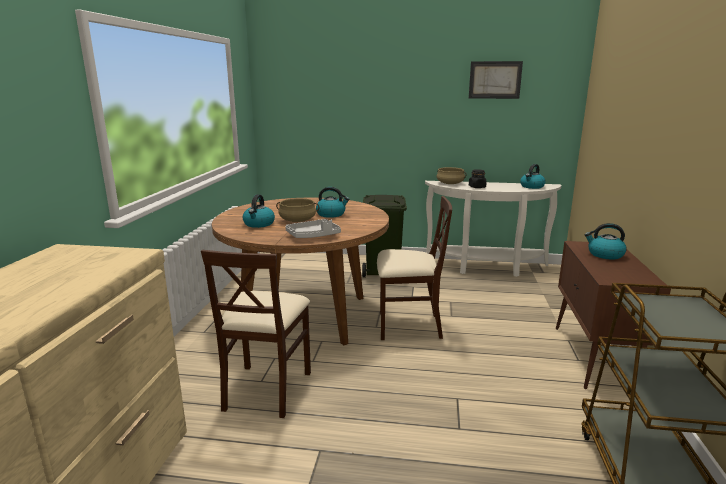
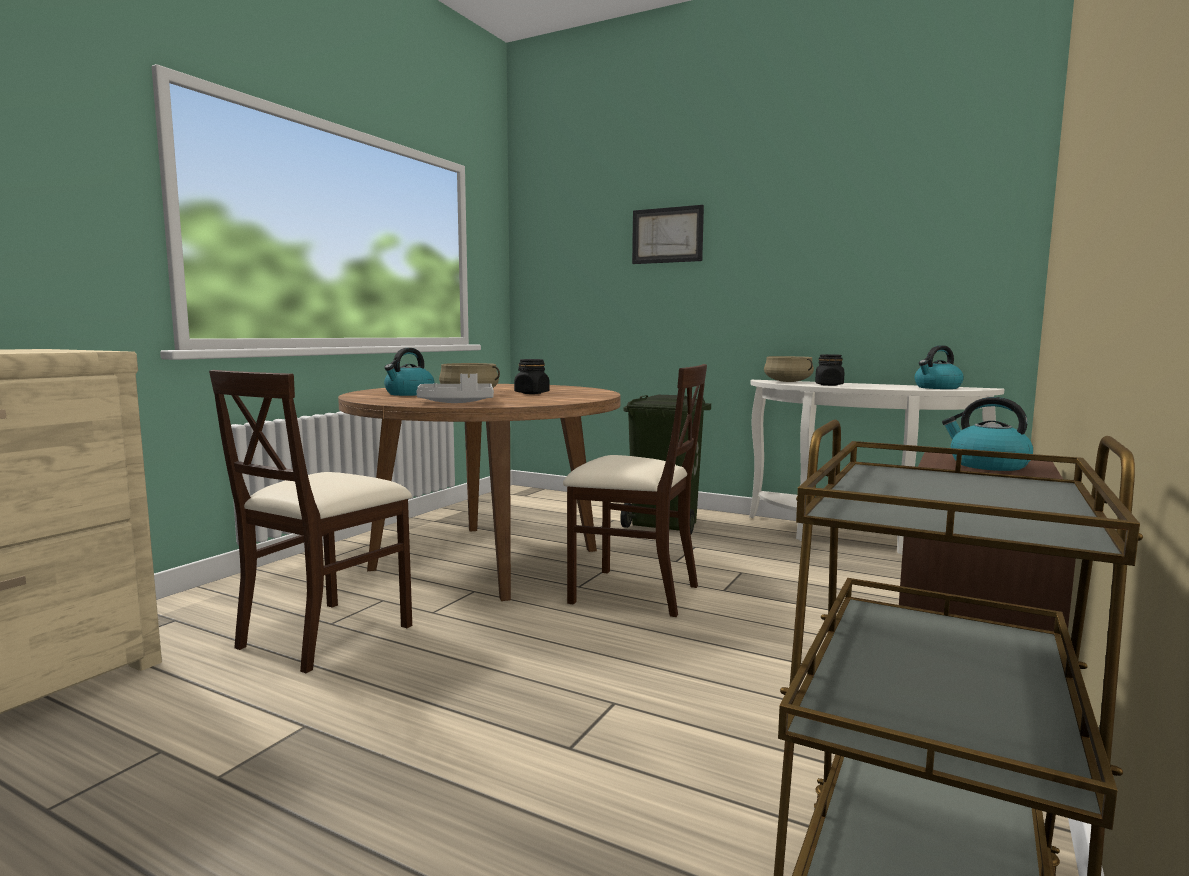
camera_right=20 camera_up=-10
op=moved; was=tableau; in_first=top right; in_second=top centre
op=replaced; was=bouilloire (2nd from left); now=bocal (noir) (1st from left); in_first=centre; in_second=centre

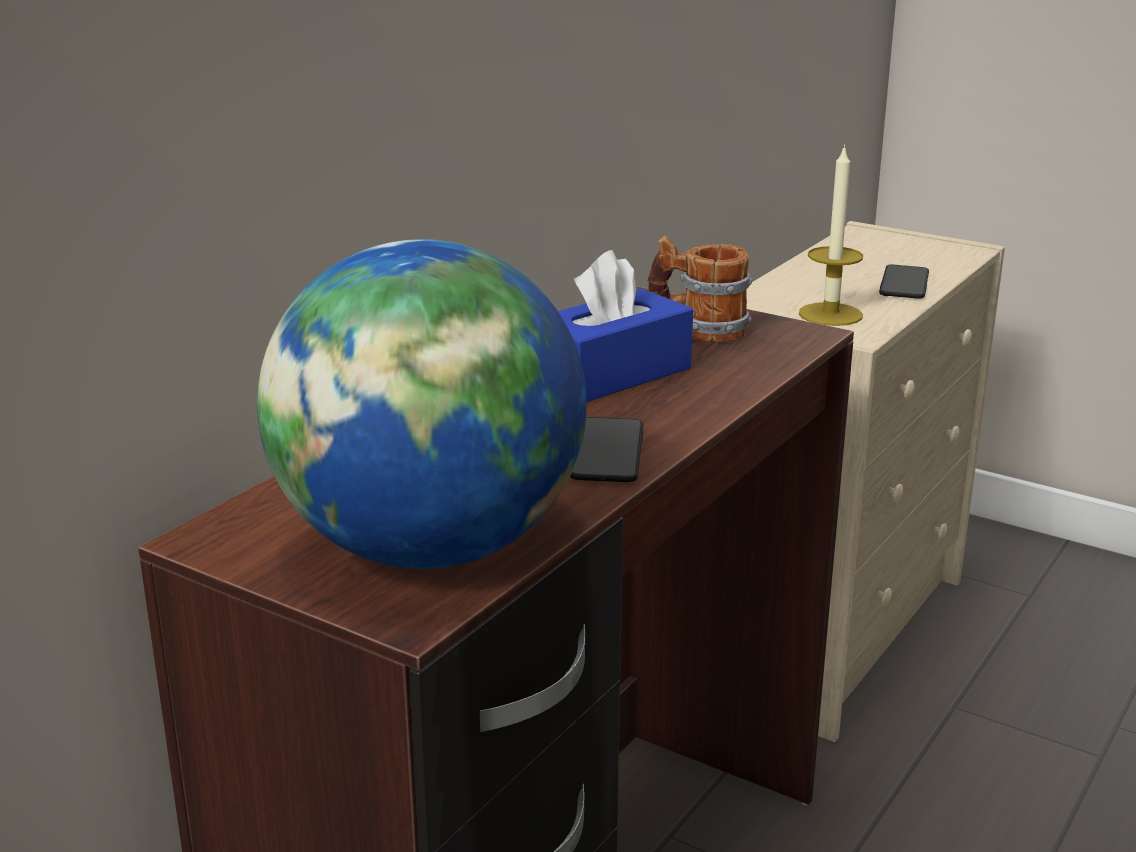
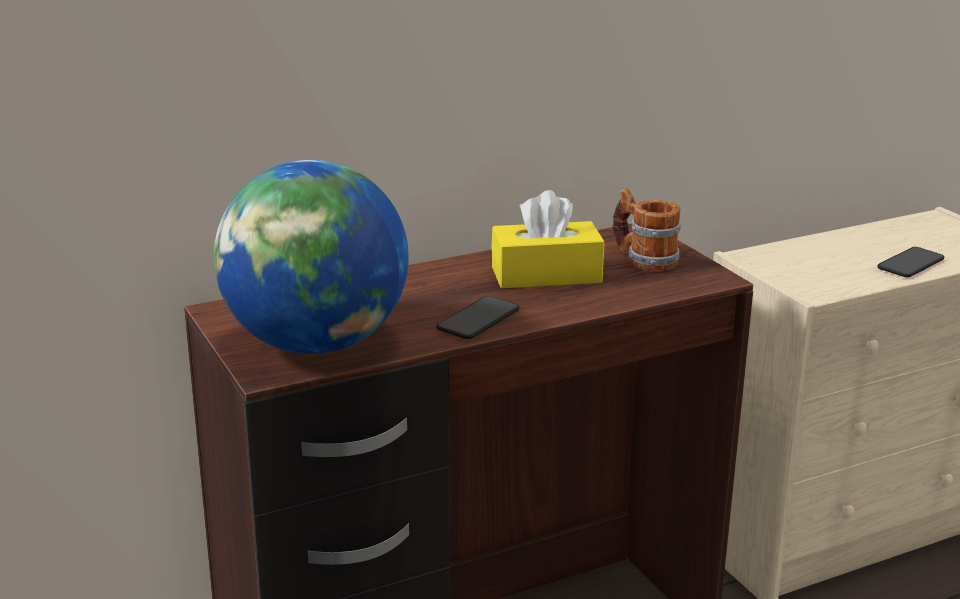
camera_right=30 camera_up=0
op=removed; was=bougie; in_first=top right
op=recoloured; was=boîte à mouchoirs (bleu); now=boîte à mouchoirs (jaune); in_first=centre; in_second=centre

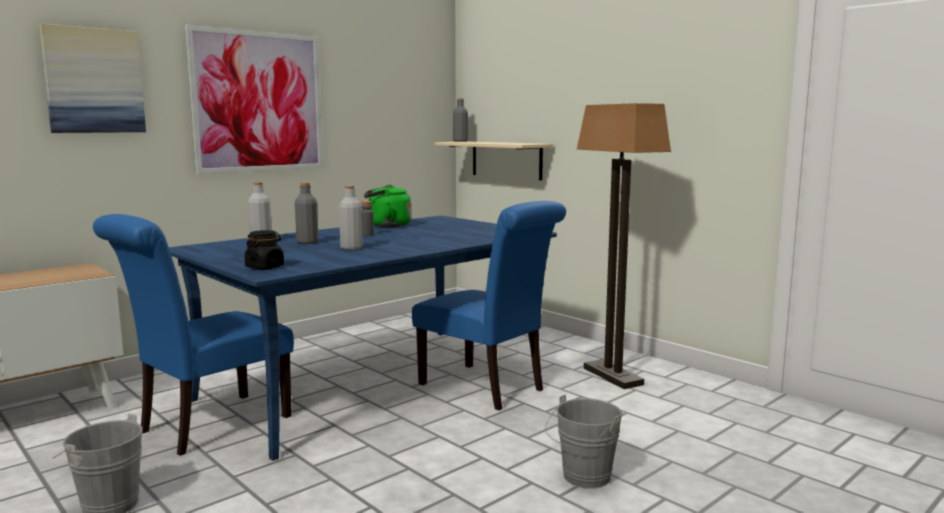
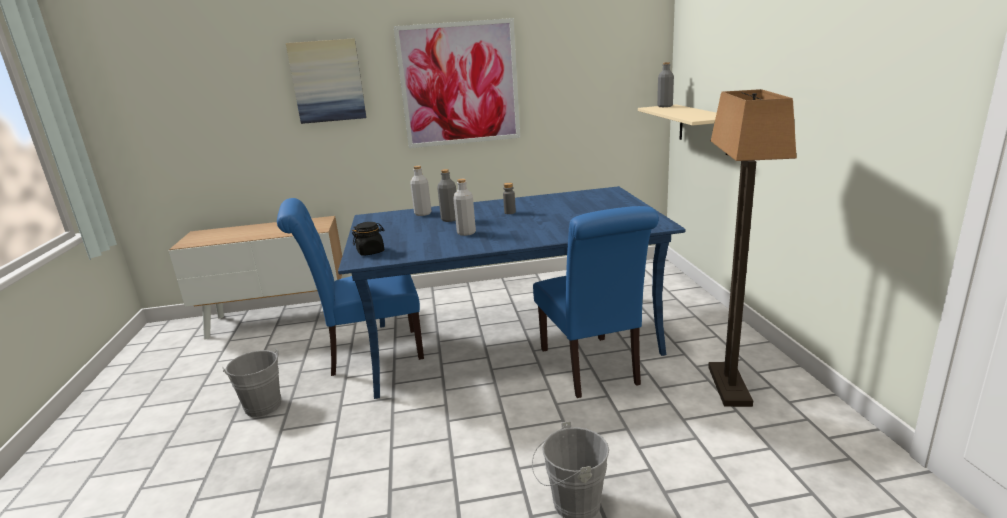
camera_right=35 camera_up=10
op=removed; was=bouilloire (vert); in_first=centre

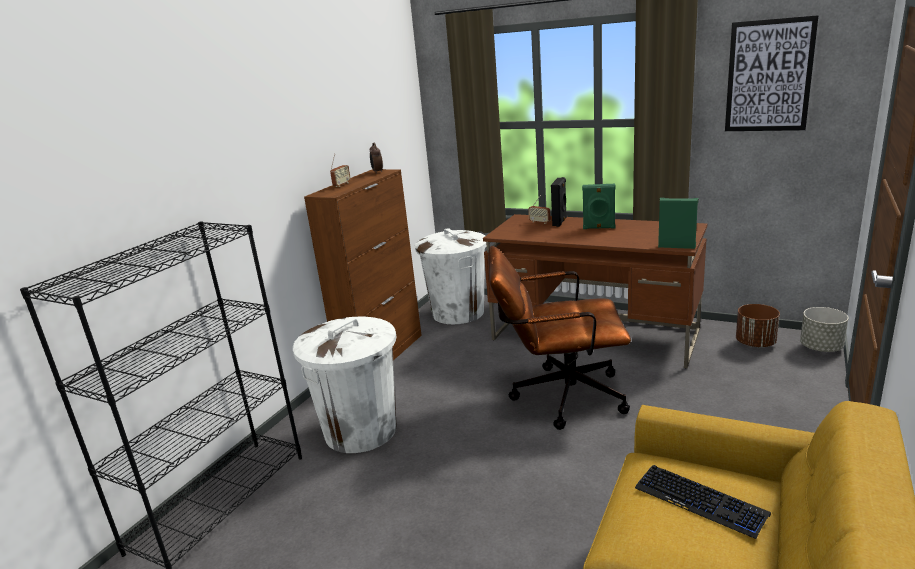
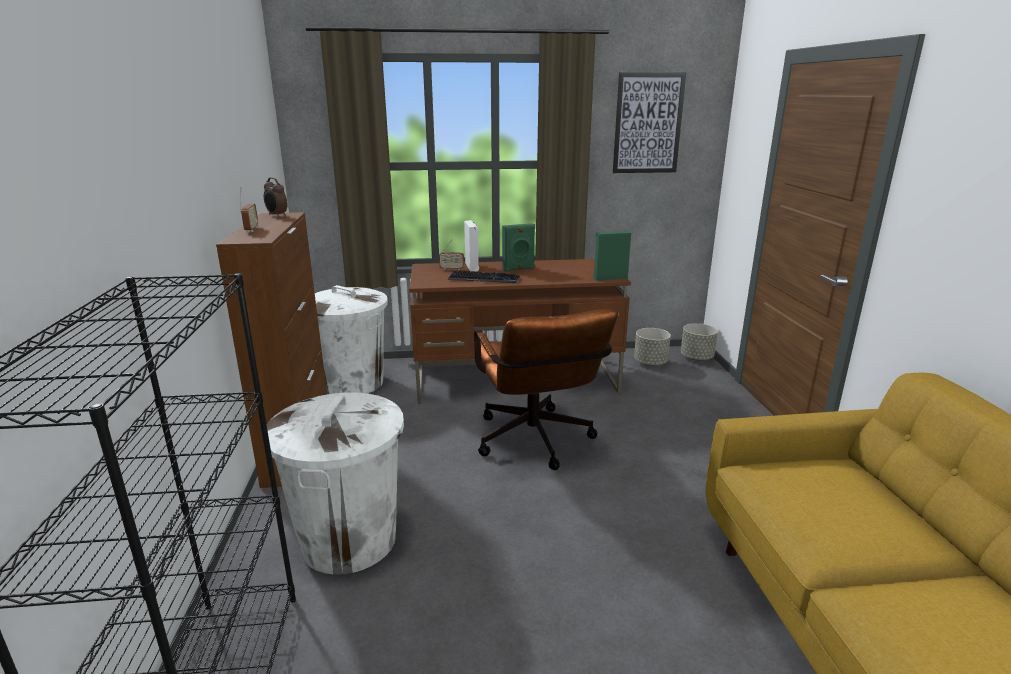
camera_right=-35 camera_up=0
op=recoloured; was=enceinte (noir); now=enceinte (blanc); in_first=centre; in_second=centre
op=turned; was=chaise de bureau (marron); in_first=centre; in_second=centre; clockwise=-75
op=recoloured; was=cache-pot (marron); now=cache-pot (gris) (1st from left); in_first=middle right; in_second=centre
op=moved; was=clavier; in_first=bottom right; in_second=centre

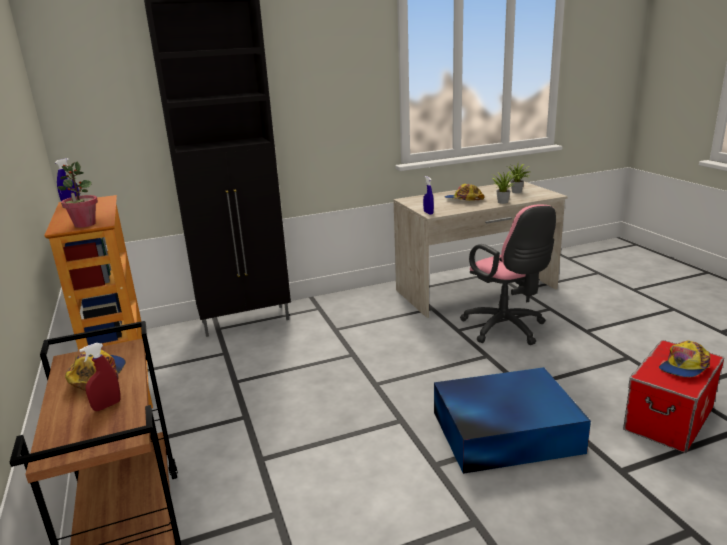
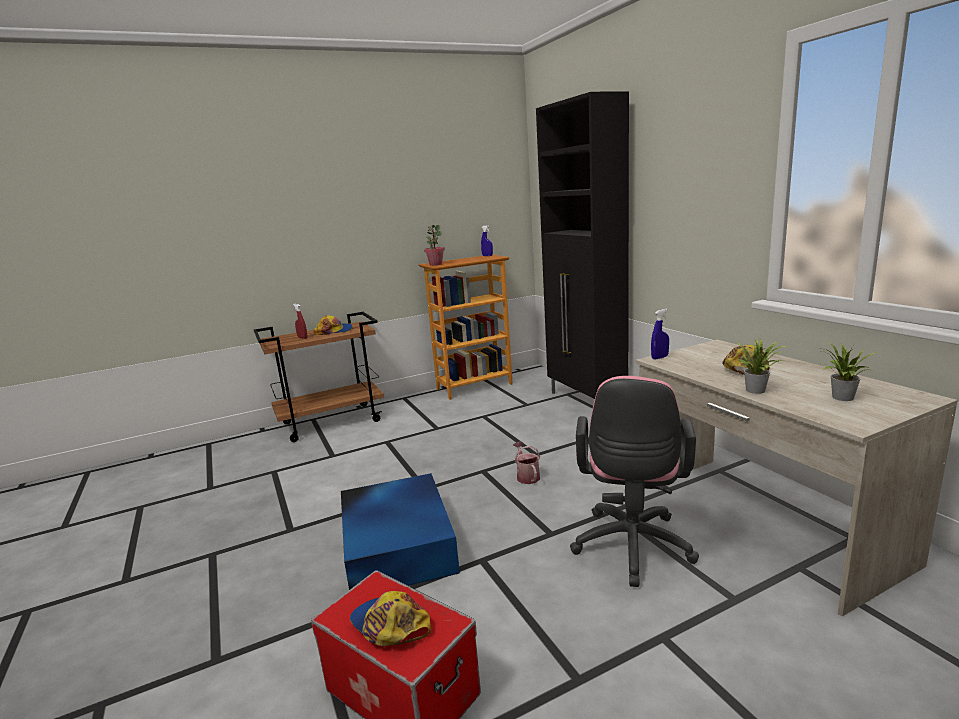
camera_right=85 camera_up=-5
op=turned; was=chaise de bureau (rose); in_first=middle right; in_second=bottom centre; clockwise=-45
op=added; now=arrosoir; in_second=centre

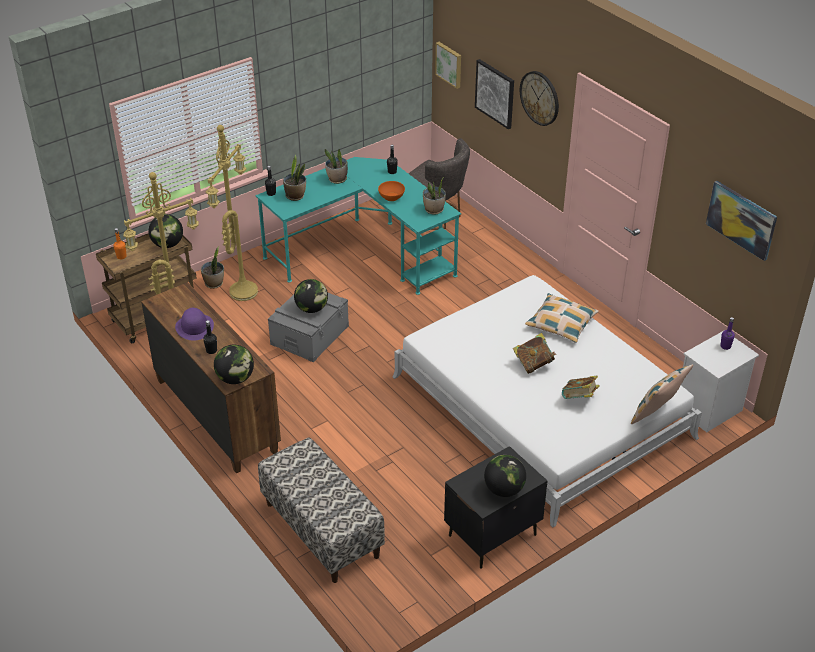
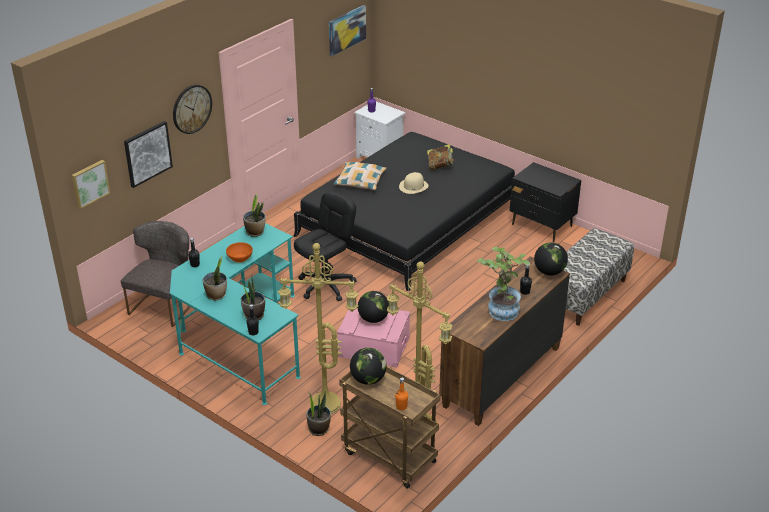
camera_right=-105 camera_up=-5
op=recoloured; was=lit (blanc); now=lit (noir); in_first=middle right; in_second=centre
op=recoloured; was=boîte de rangement (gris); now=boîte de rangement (rose); in_first=centre; in_second=centre
op=replaced; was=chapeau (violet); now=plante en pot (5th from left); in_first=middle left; in_second=centre
op=replaced; was=livre (1st from left); now=chapeau (beige); in_first=centre; in_second=centre
op=removed; was=coussin (2nd from left); in_first=middle right
op=removed; was=globe (4th from left); in_first=bottom centre
op=added; now=chaise de bureau (noir); in_second=centre

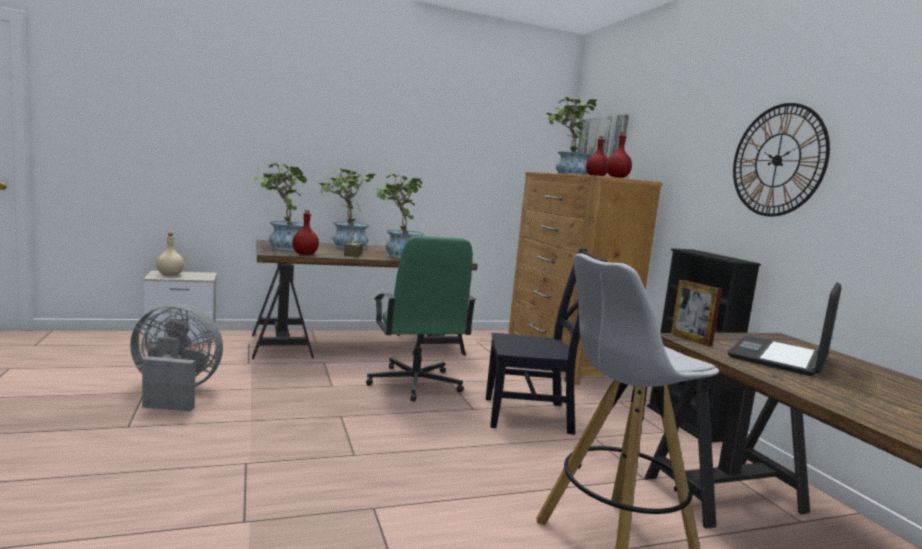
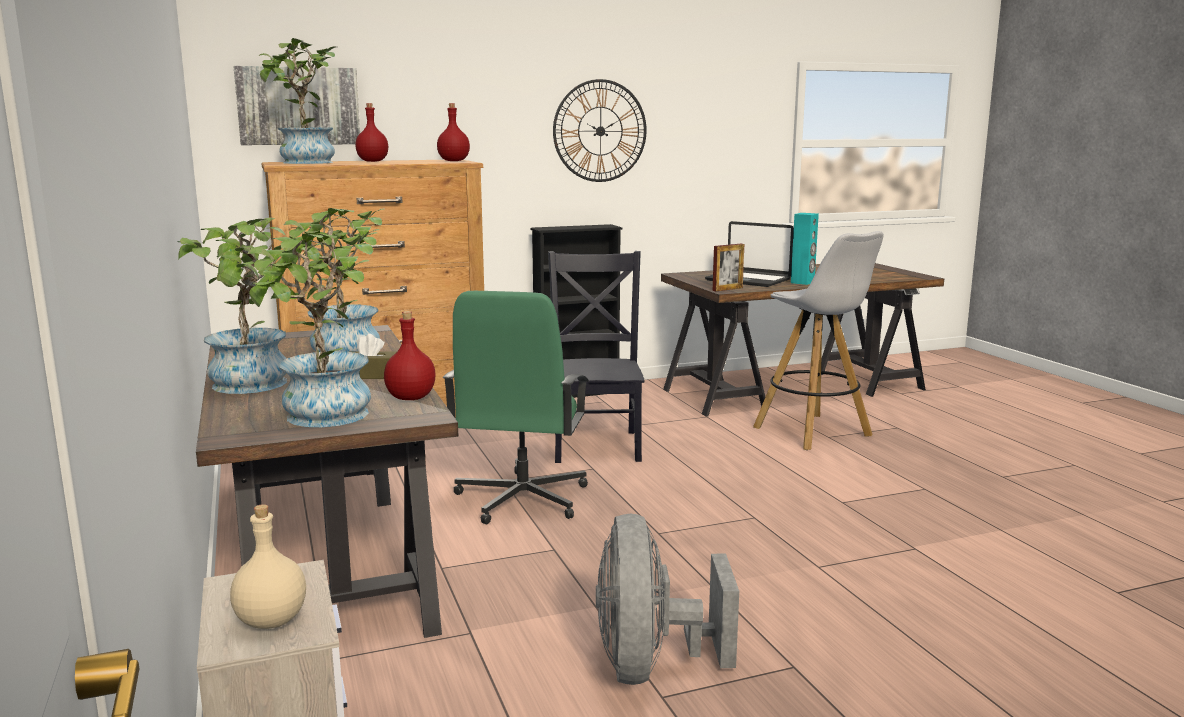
camera_right=-90 camera_up=5
op=turned; was=chaise de bureau (vert); in_first=centre; in_second=centre; clockwise=120
op=added; now=enceinte (turquoise); in_second=middle right

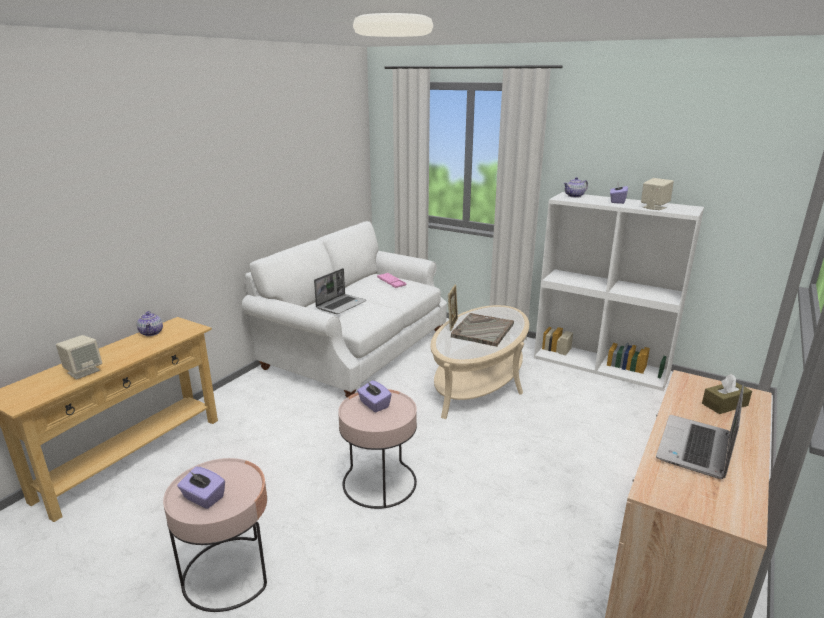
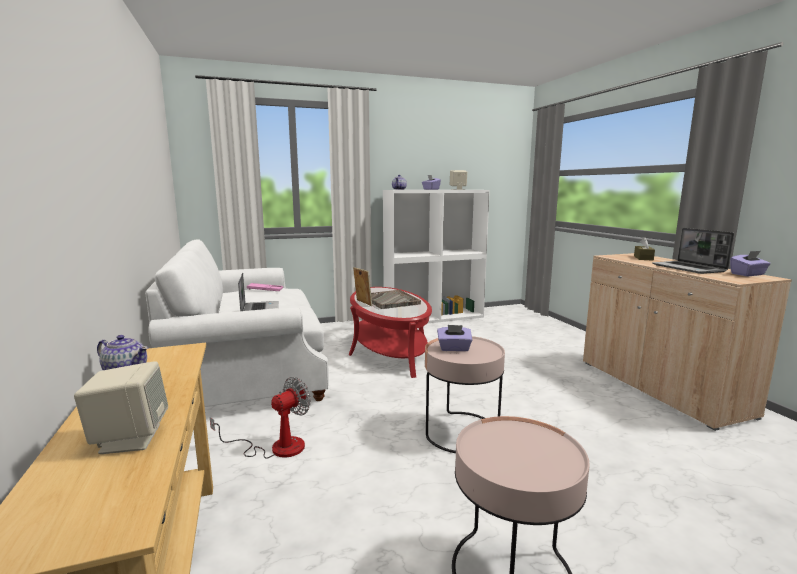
camera_right=-50 camera_up=-10
op=recoloured; was=table basse (beige); now=table basse (rouge); in_first=centre; in_second=centre
op=moved; was=boîte à mouchoirs (violet) (1st from left in the first image); now=boîte à mouchoirs (violet) (3rd from left); in_first=bottom left; in_second=middle right
op=added; now=ventilateur; in_second=bottom left

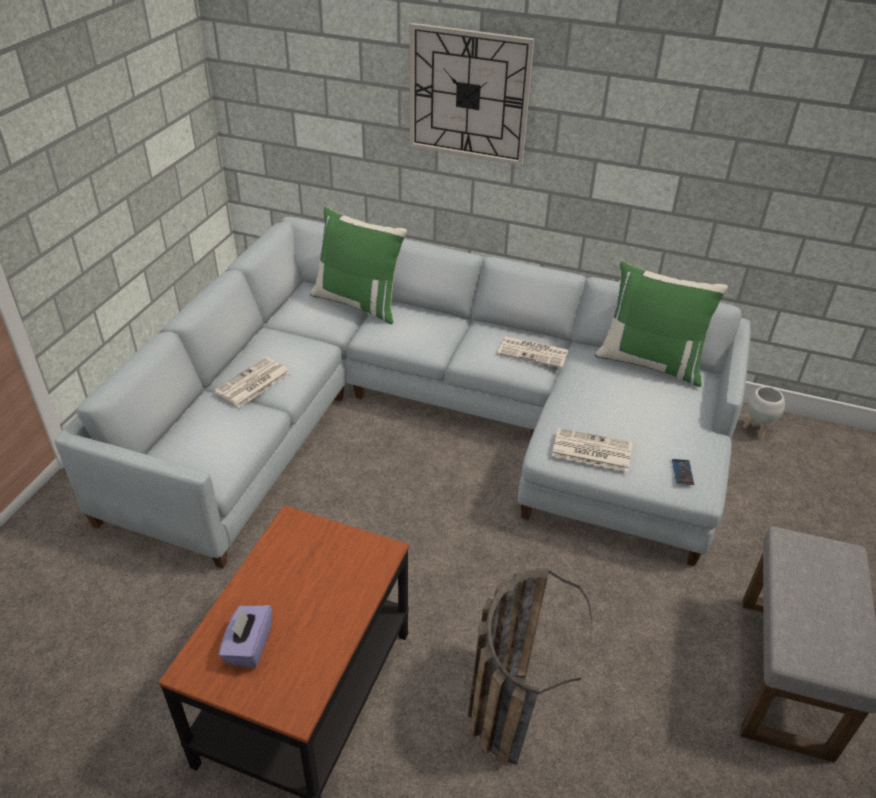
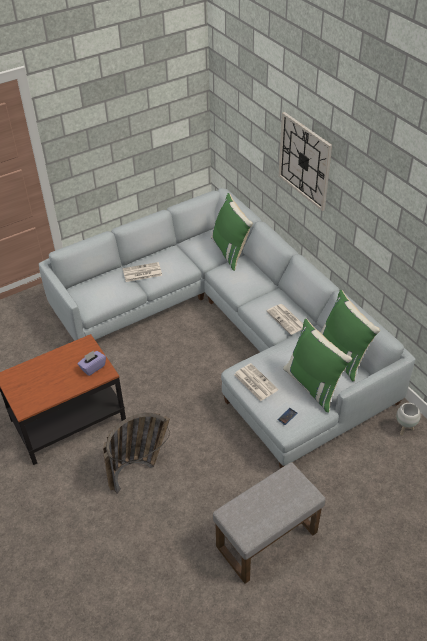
camera_right=40 camera_up=5
op=moved; was=boîte à mouchoirs (violet); in_first=bottom left; in_second=middle left
op=added; now=coussin (vert) (2nd from left); in_second=middle right

